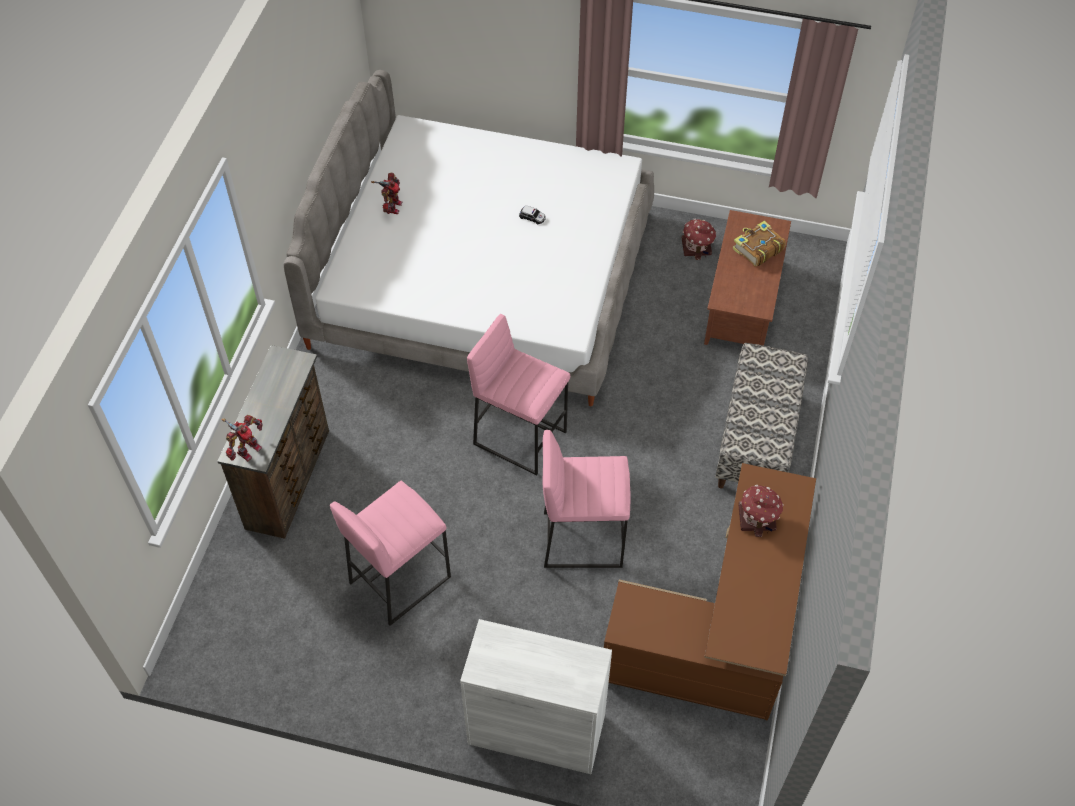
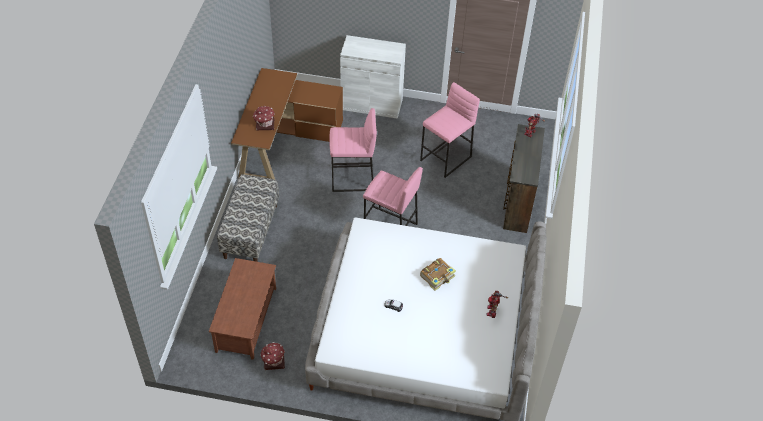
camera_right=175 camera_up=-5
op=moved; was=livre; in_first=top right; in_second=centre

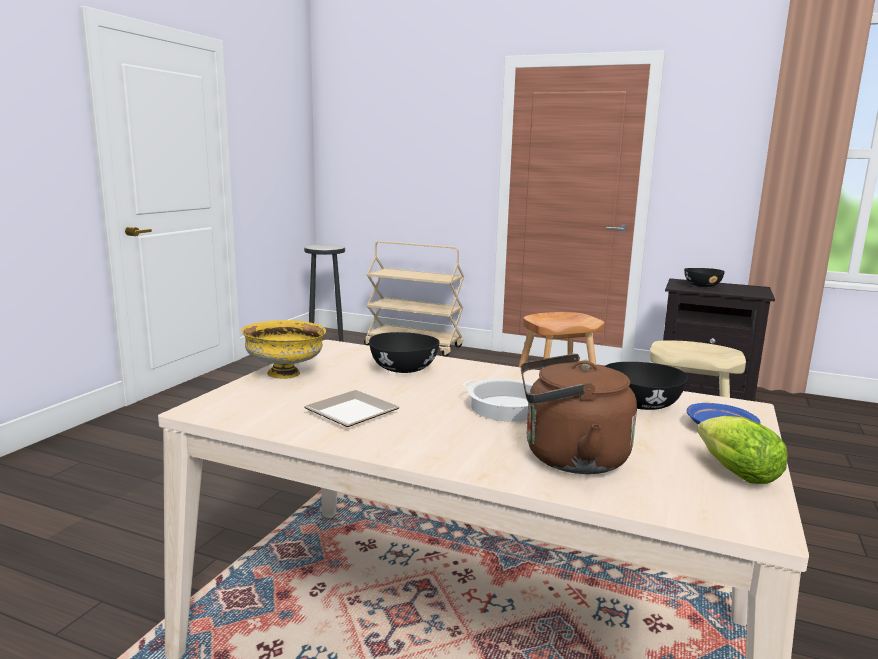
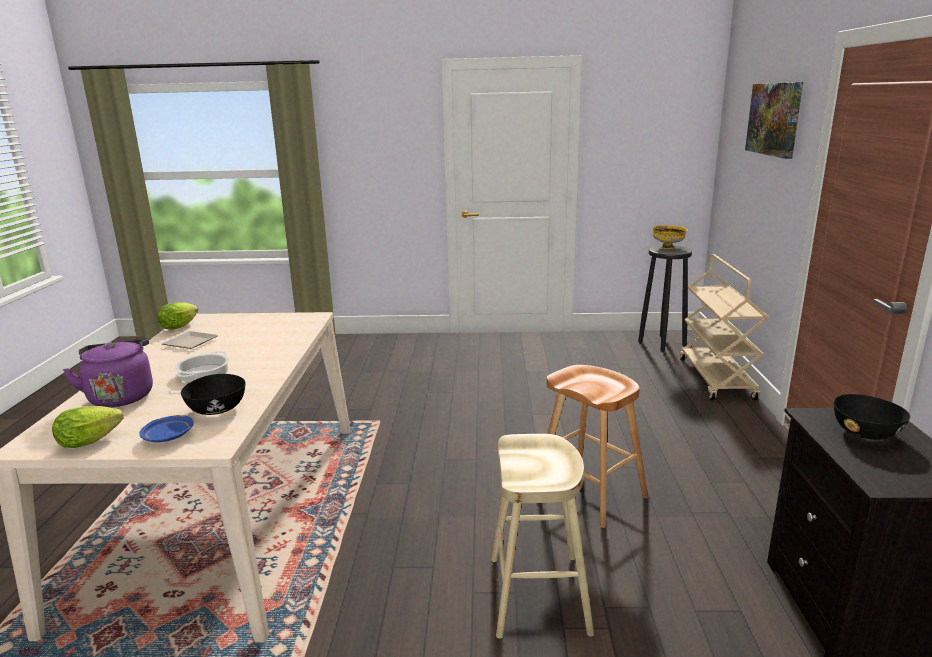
camera_right=70 camera_up=5
op=moved; was=bol (jaune); in_first=middle left; in_second=middle right
op=removed; was=bol (noir) (1st from left); in_first=centre
op=recoloured; was=bouilloire (marron); now=bouilloire (violet); in_first=centre; in_second=middle left
op=added; now=tableau; in_second=top right
op=added; now=laitue (2nd from left); in_second=middle left

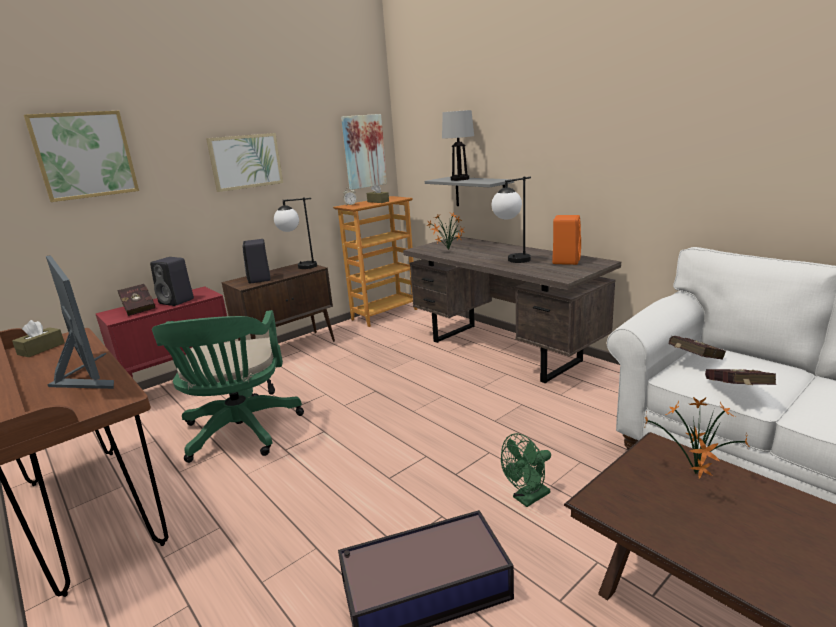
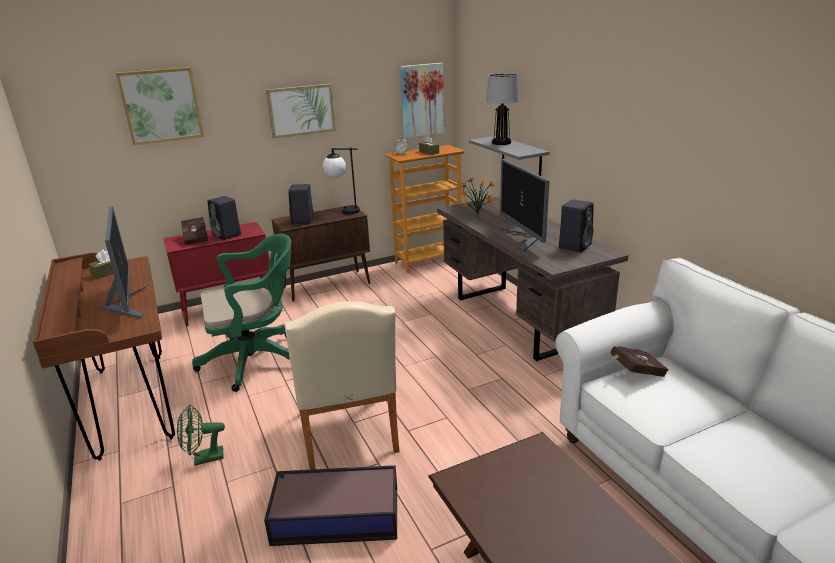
camera_right=15 camera_up=5
op=replaced; was=lampe de table (3rd from left); now=écran d'ordinateur (2nd from left); in_first=centre; in_second=centre
op=recoloured; was=enceinte (orange); now=enceinte (noir) (3rd from left); in_first=middle right; in_second=middle right
op=turned; was=chaise de bureau (vert); in_first=middle left; in_second=middle left; clockwise=-120
op=removed; was=livre (rouge) (3rd from left); in_first=middle right
op=removed; was=plante en pot (2nd from left); in_first=bottom right
op=moved; was=ventilateur (vert); in_first=bottom centre; in_second=bottom left
op=added; now=chaise (beige); in_second=bottom centre

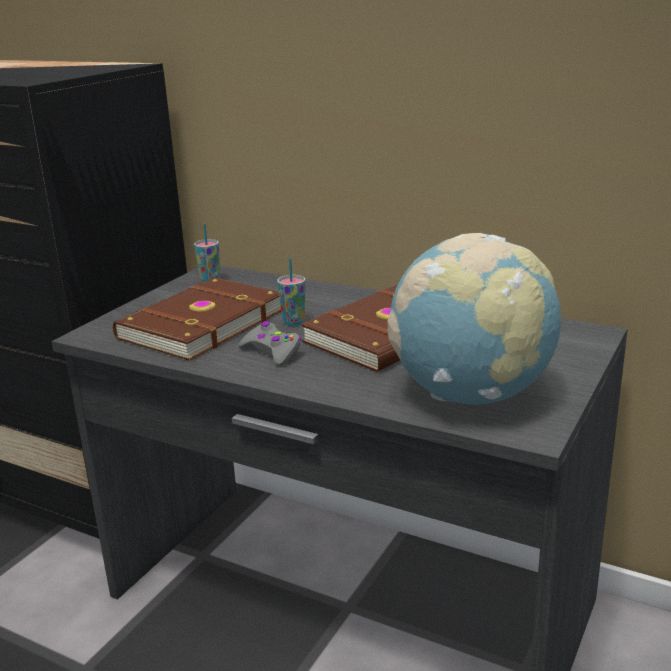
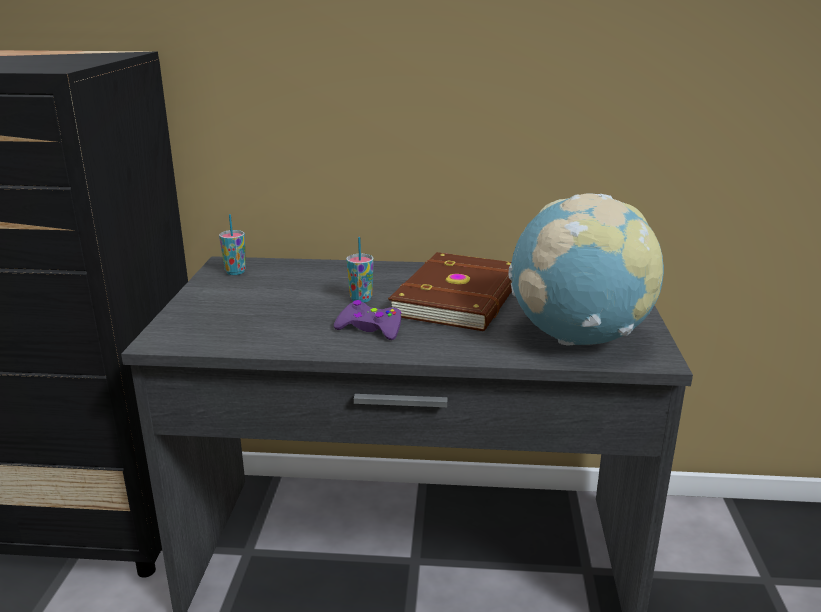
camera_right=-25 camera_up=0
op=removed; was=livre (marron) (1st from left); in_first=middle left
op=recoloured; was=manette (gris); now=manette (violet); in_first=centre; in_second=centre

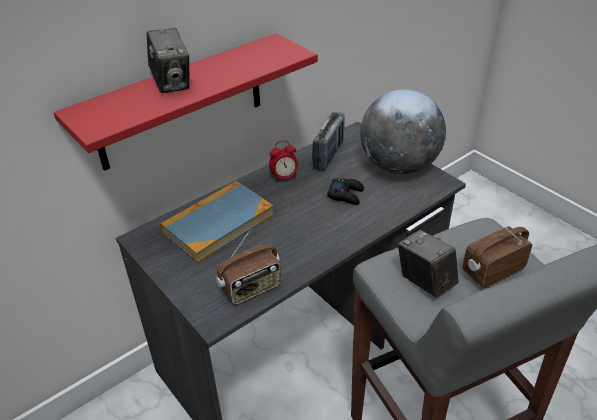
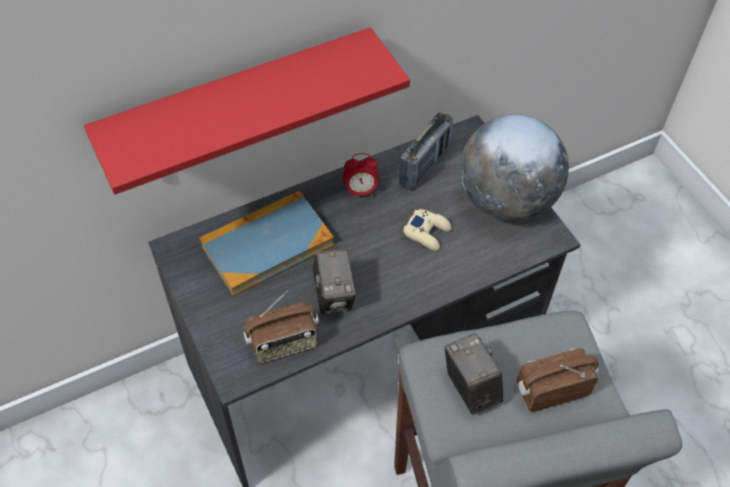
camera_right=10 camera_up=15
op=moved; was=appareil photo (1st from left); in_first=top left; in_second=centre
op=recoloured; was=manette (noir); now=manette (beige); in_first=centre; in_second=centre

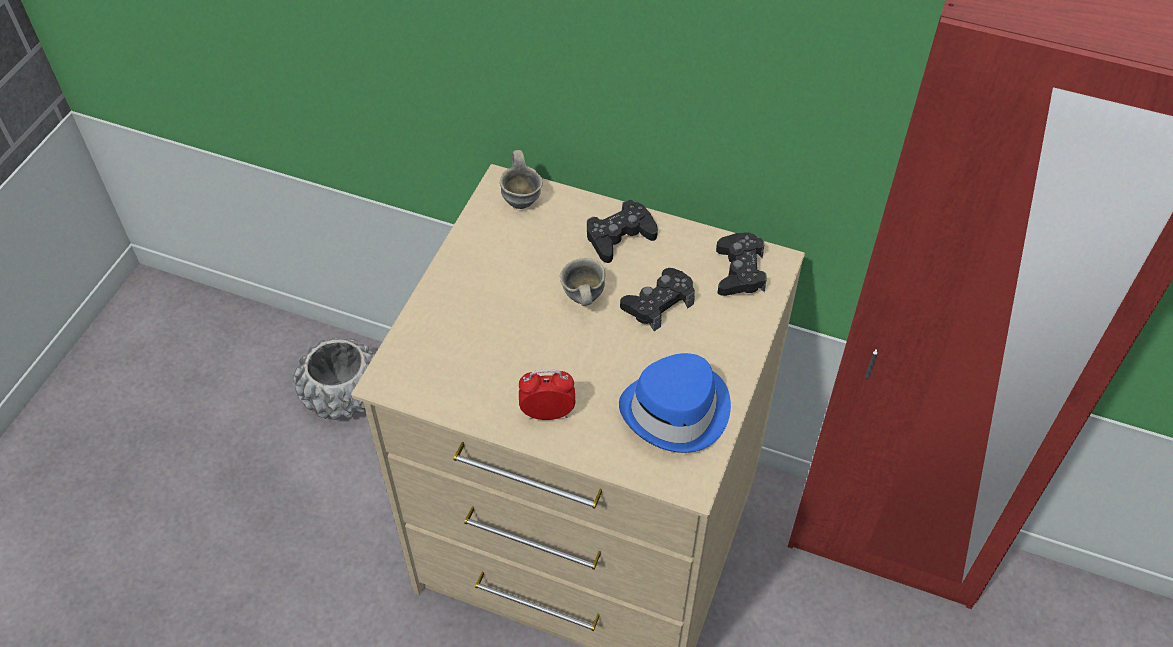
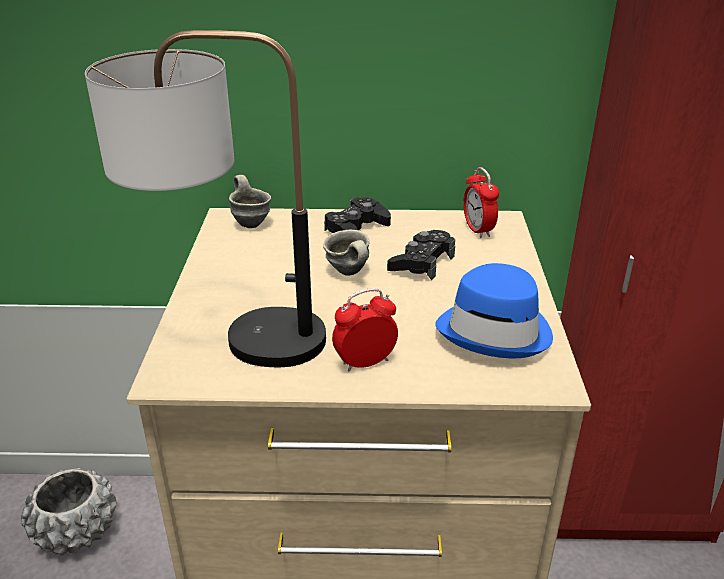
camera_right=-20 camera_up=-20
op=replaced; was=manette (noir) (3rd from left); now=réveil (2nd from left); in_first=centre; in_second=centre
op=added; now=lampe de table; in_second=middle left

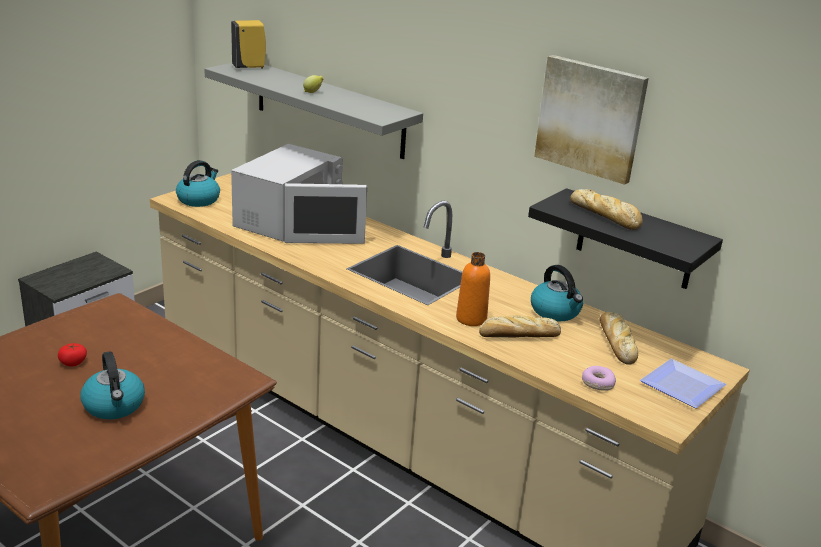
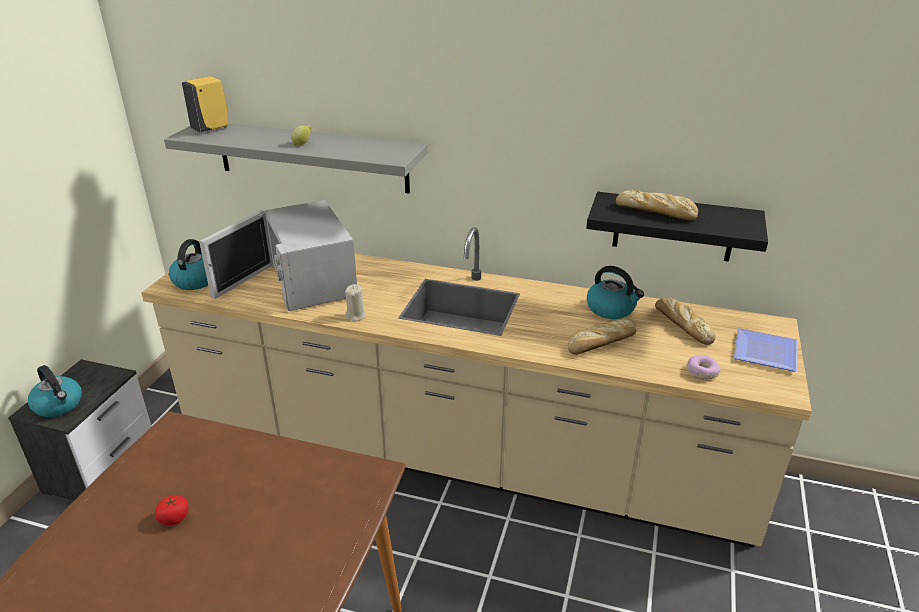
camera_right=-20 camera_up=5
op=removed; was=tableau; in_first=top right
op=turned; was=micro-ondes (blanc); in_first=centre; in_second=middle left; clockwise=150
op=removed; was=bouteille (orange); in_first=centre
op=moved; was=bouilloire (1st from left); in_first=bottom left; in_second=middle left
op=added; now=bougie (beige); in_second=centre

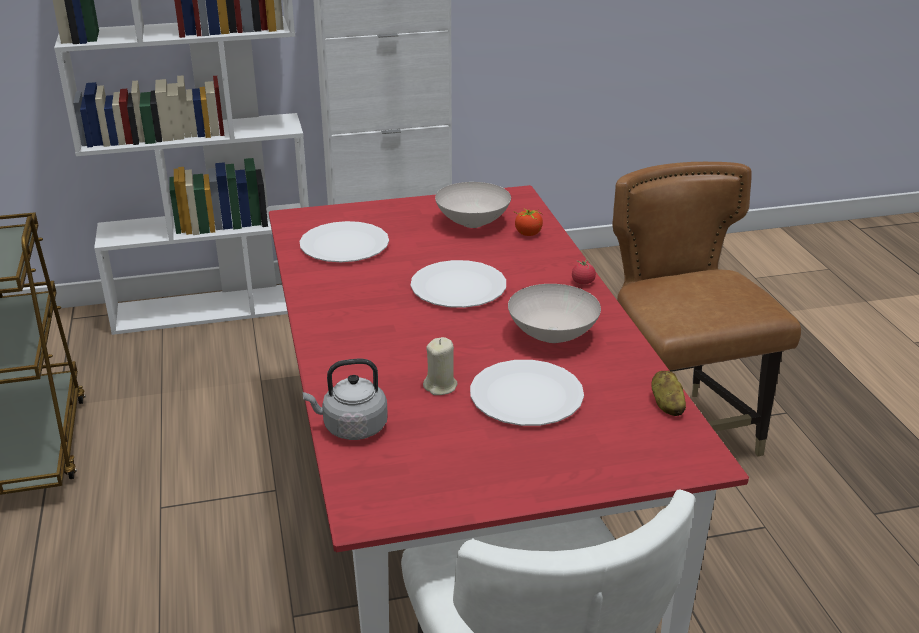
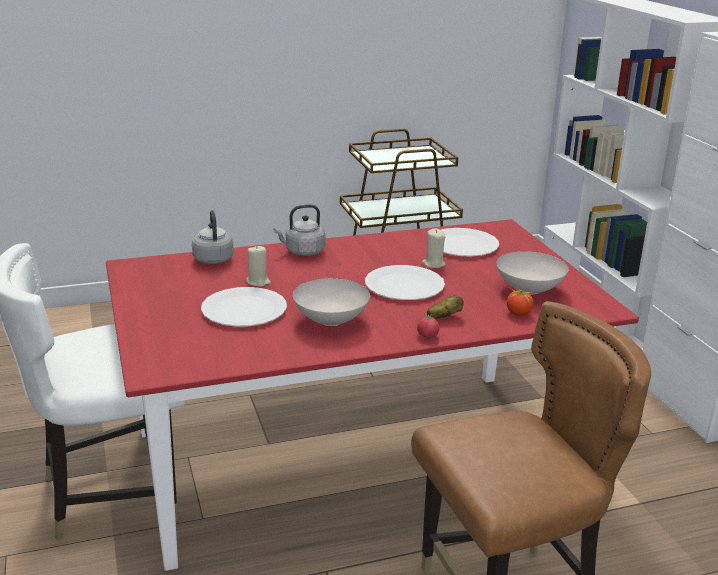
camera_right=85 camera_up=-5
op=moved; was=pomme de terre; in_first=middle right; in_second=centre
op=added; now=bouilloire (gris) (2nd from left); in_second=centre
op=added; now=bougie (beige) (2nd from left); in_second=centre

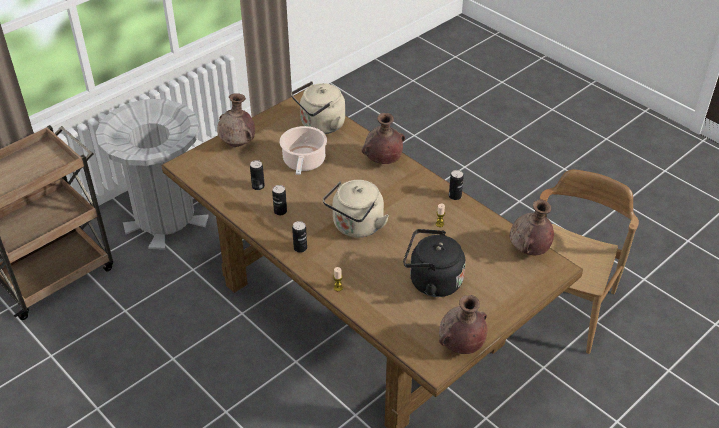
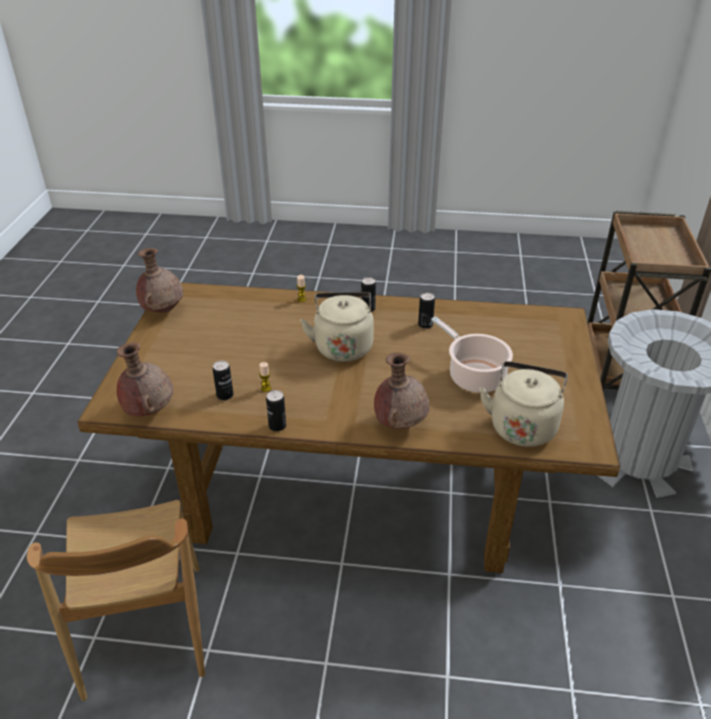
camera_right=140 camera_up=-5
op=removed; was=vase (marron) (1st from left); in_first=top left
op=moved; was=boîte métallique (1st from left); in_first=centre; in_second=middle left
op=removed; was=bouilloire (noir); in_first=centre

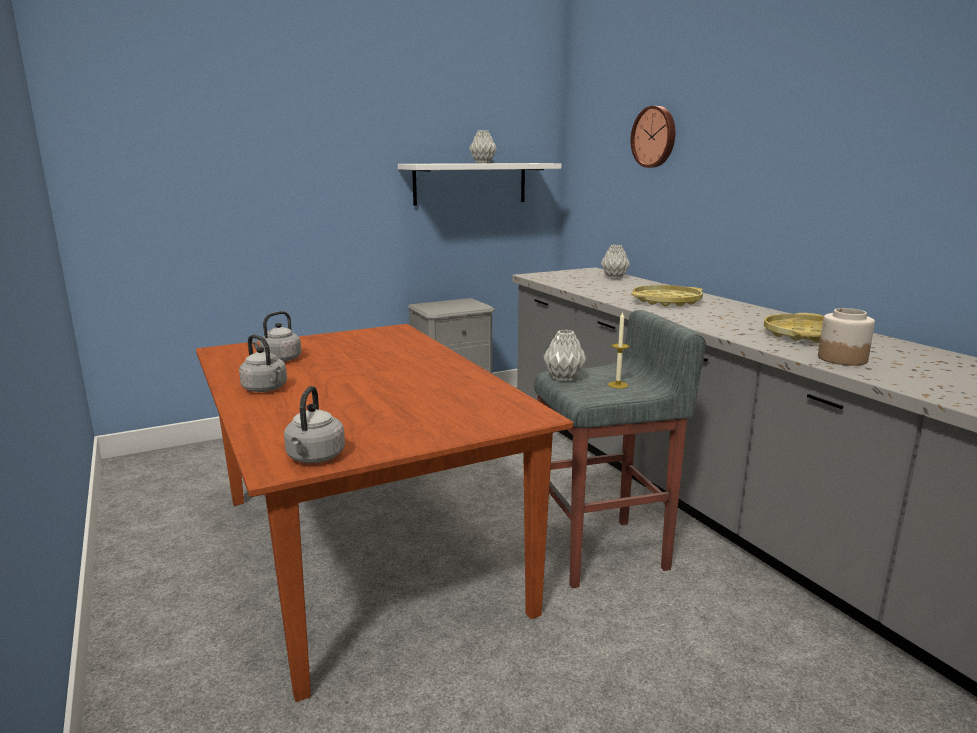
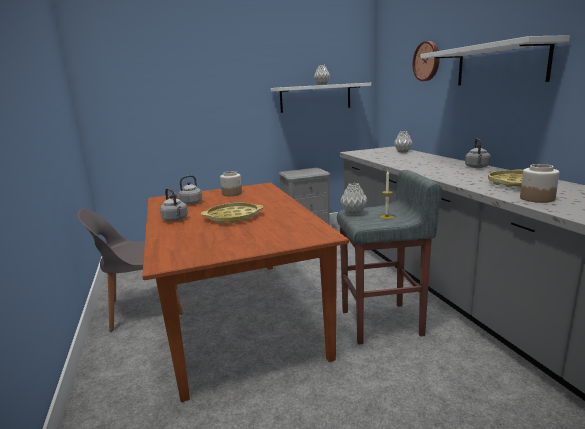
camera_right=10 camera_up=0
op=moved; was=plateau (jaune) (1st from left); in_first=middle right; in_second=centre
op=moved; was=bouilloire (gris) (3rd from left); in_first=middle left; in_second=middle right
op=added; now=étagère (blanc) (2nd from left); in_second=top right
op=added; now=bocal (1st from left); in_second=centre
op=added; now=chaise (gris); in_second=middle left

